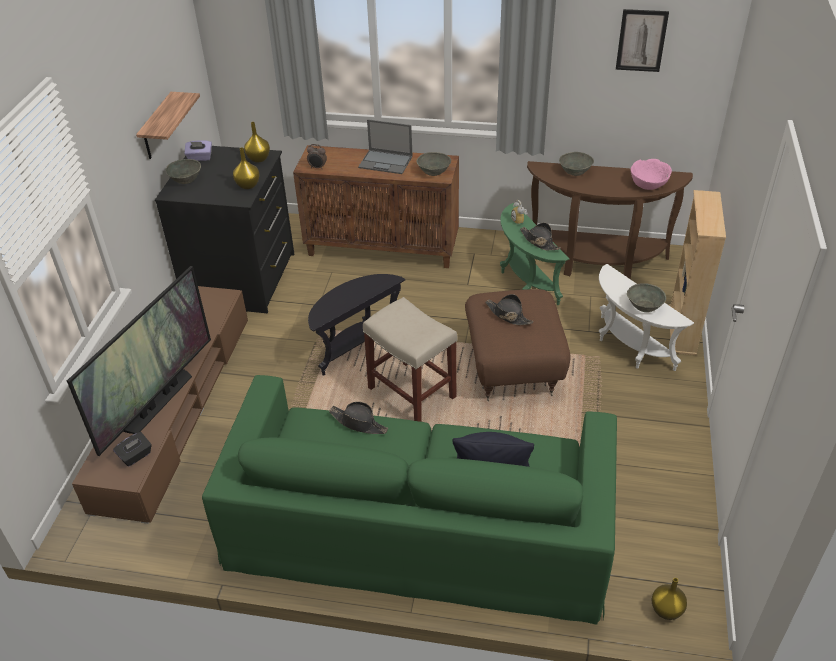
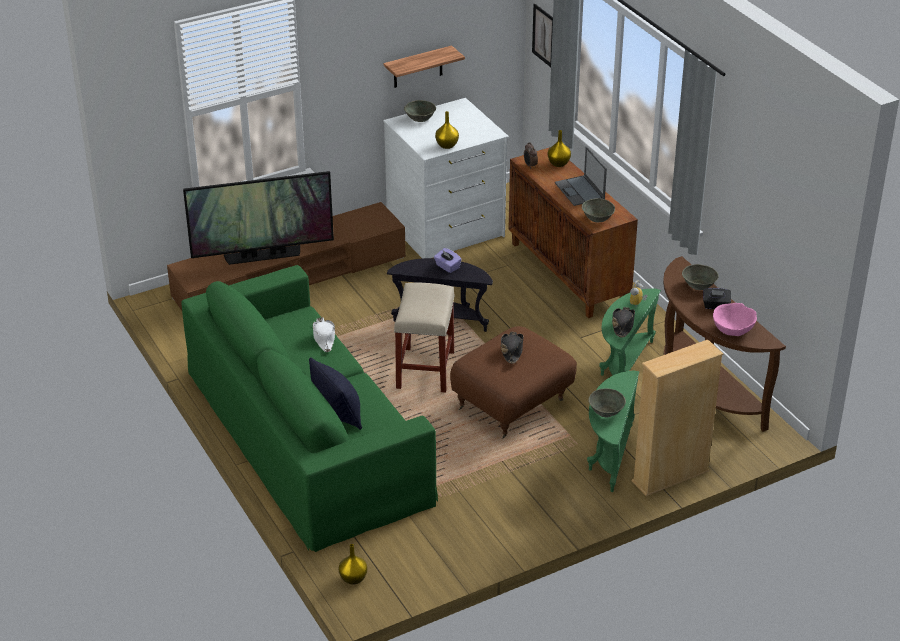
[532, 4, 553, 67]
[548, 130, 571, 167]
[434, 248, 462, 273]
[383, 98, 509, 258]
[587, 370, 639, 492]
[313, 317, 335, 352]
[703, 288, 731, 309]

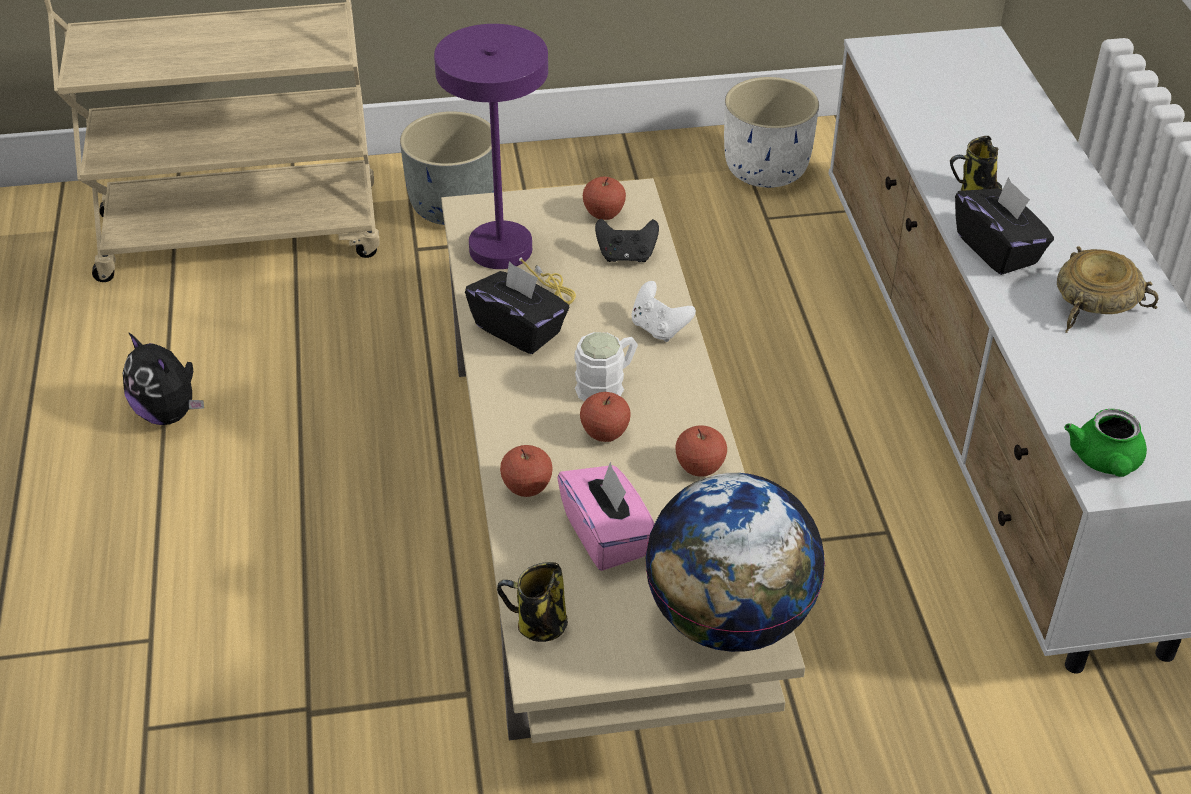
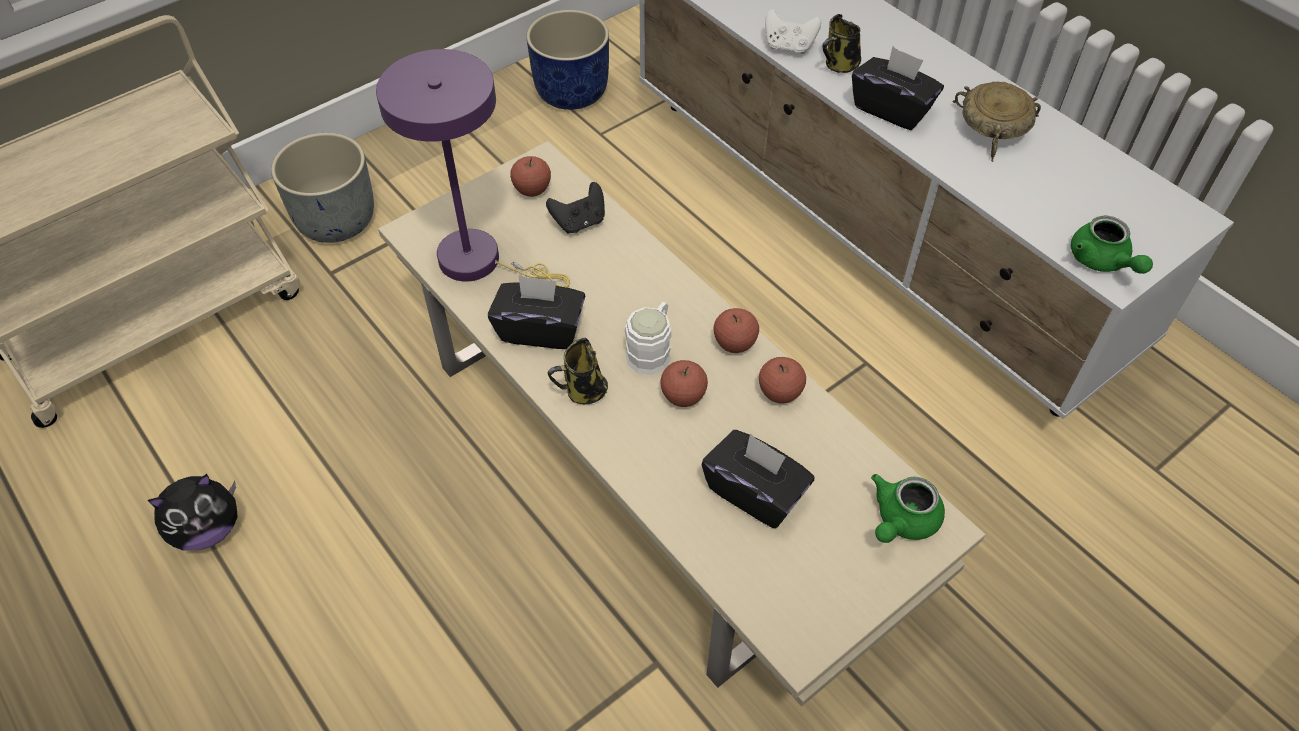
[526, 10, 609, 110]
[765, 9, 821, 54]
[148, 474, 238, 551]
[714, 308, 759, 353]
[702, 430, 814, 529]
[871, 474, 945, 543]
[547, 338, 608, 404]

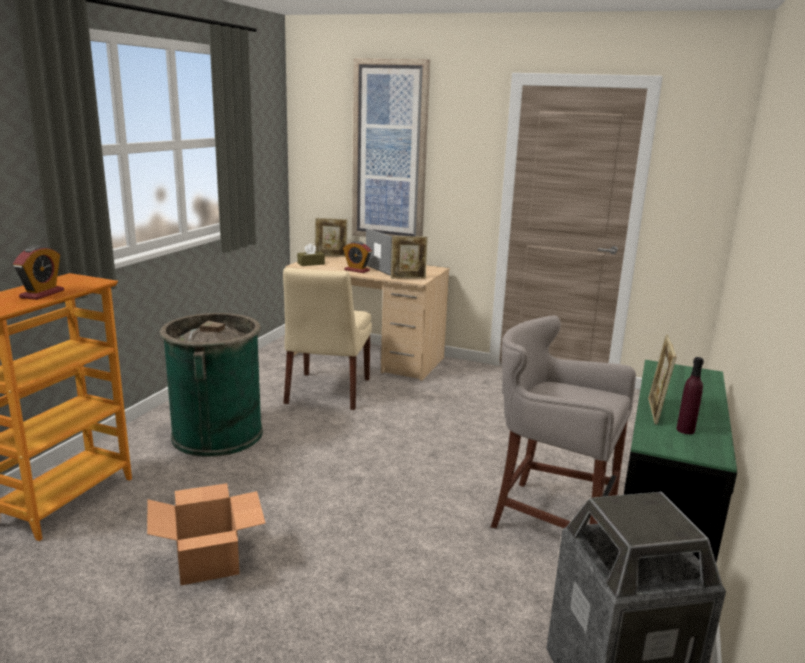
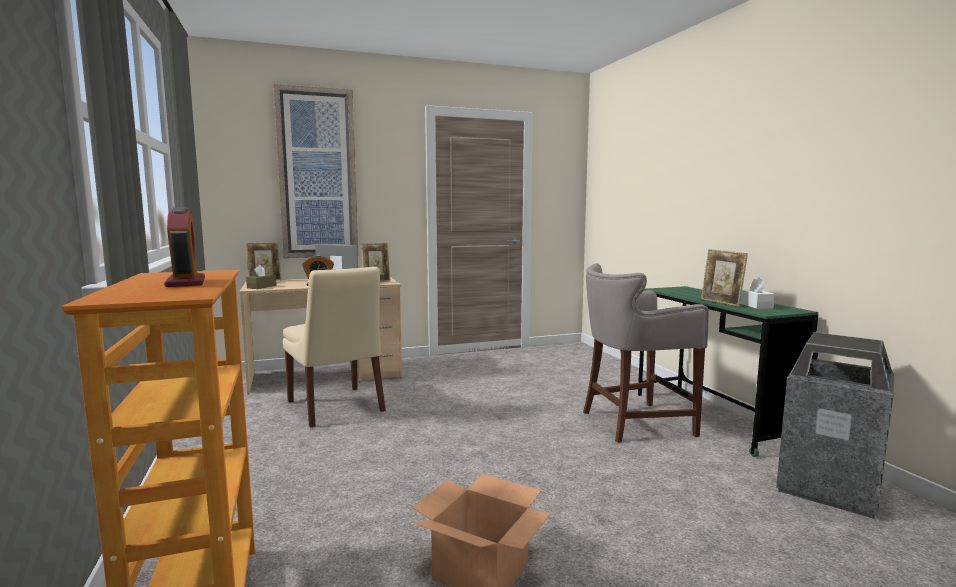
[160, 313, 263, 457] (first image)
[740, 277, 775, 309]

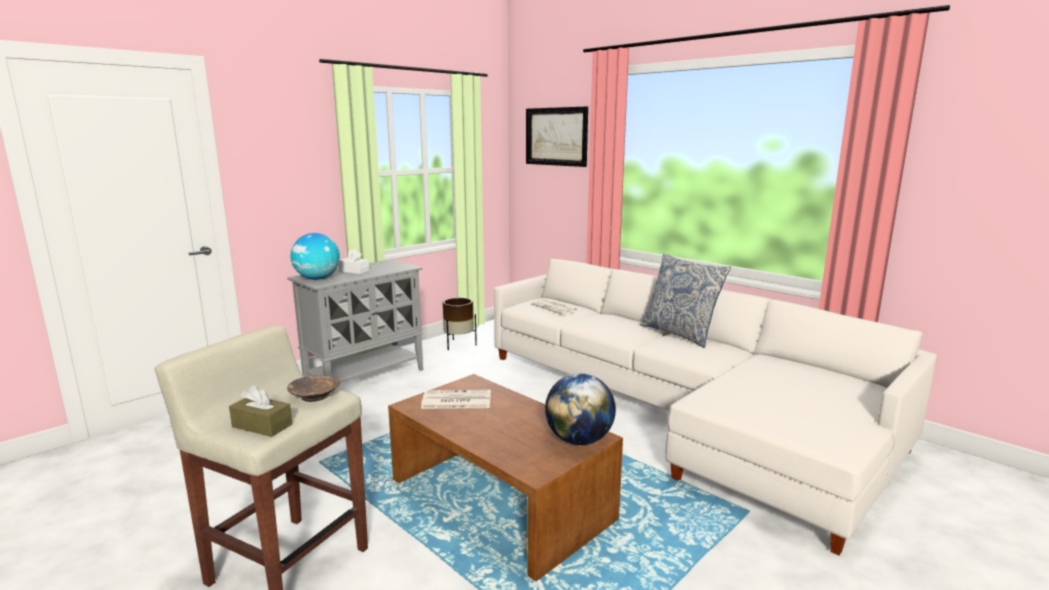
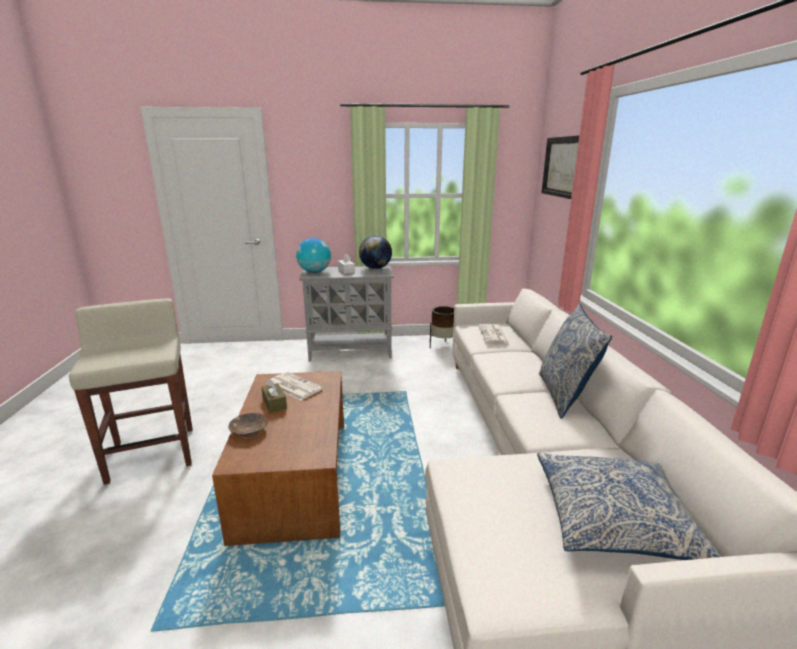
[359, 235, 392, 269]
[228, 413, 268, 437]
[261, 379, 287, 413]
[537, 453, 724, 560]

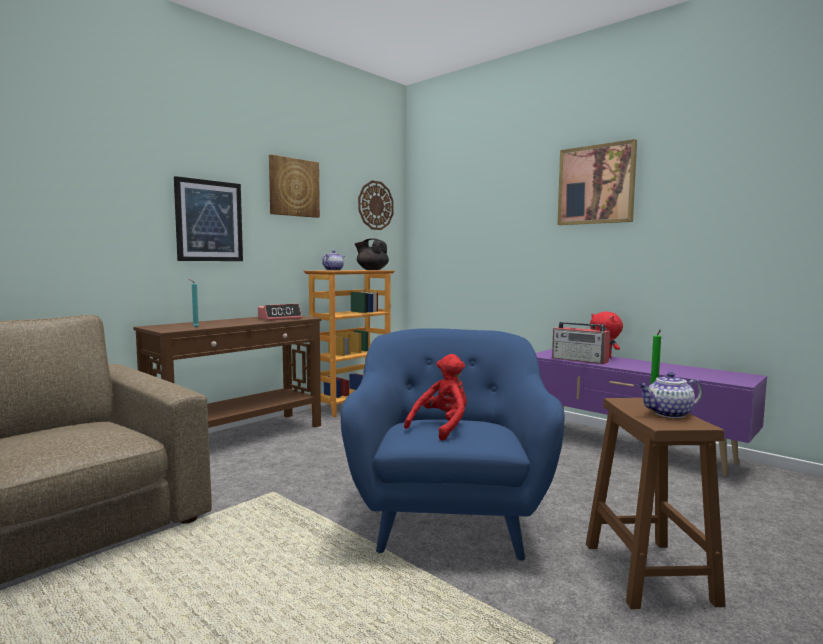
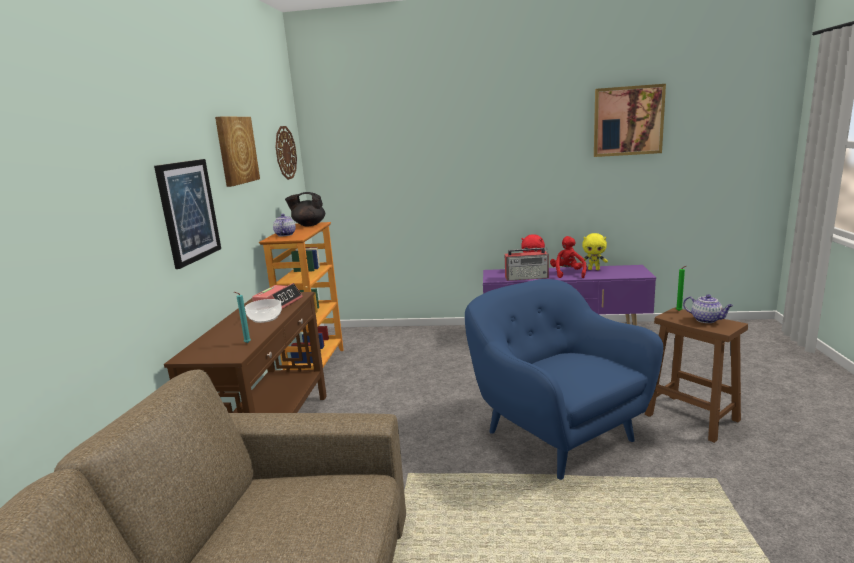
[594, 84, 666, 157]
[550, 236, 587, 278]
[683, 294, 733, 323]
[581, 233, 608, 270]
[245, 299, 282, 323]

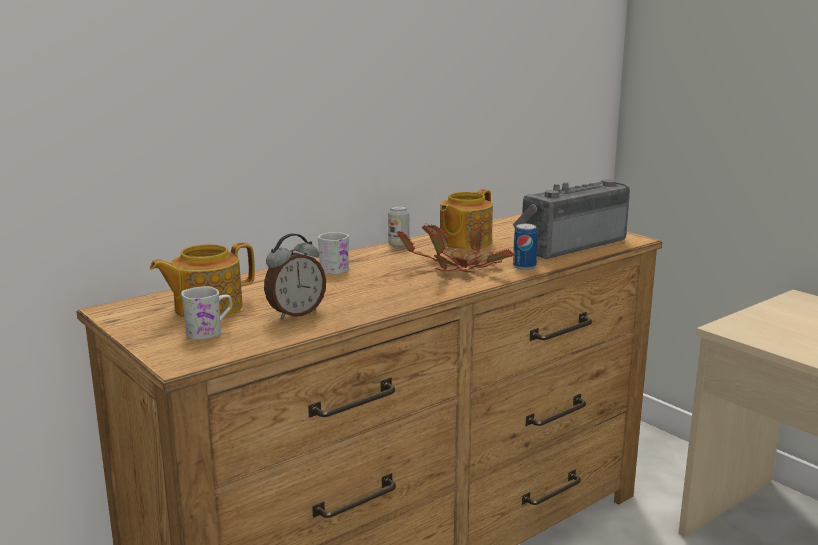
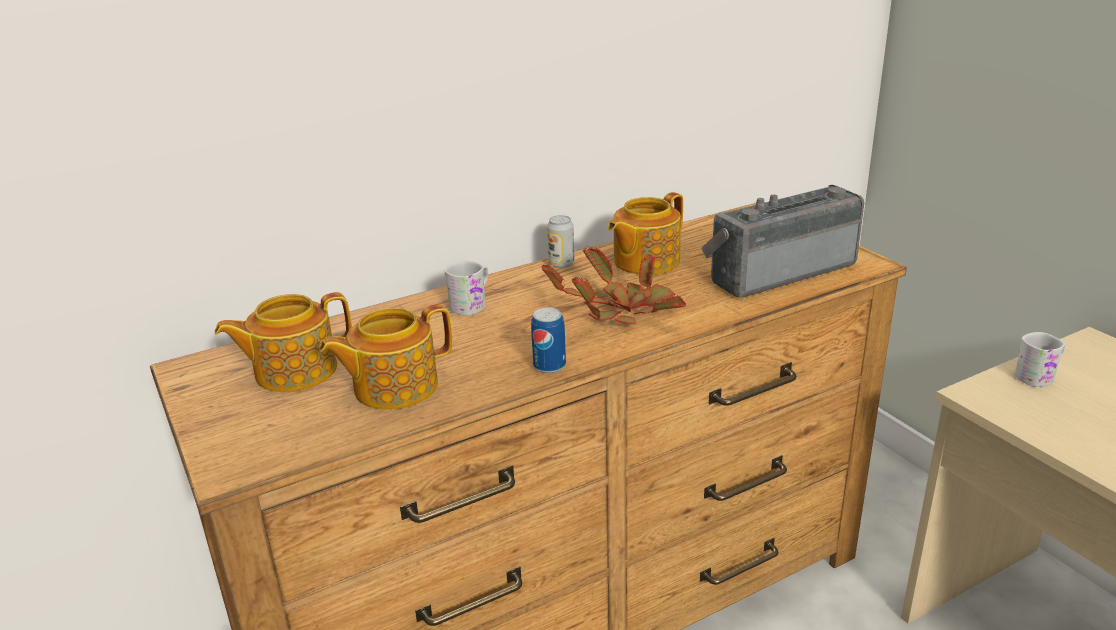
[531, 307, 566, 373]
[319, 304, 452, 410]
[1014, 332, 1065, 387]

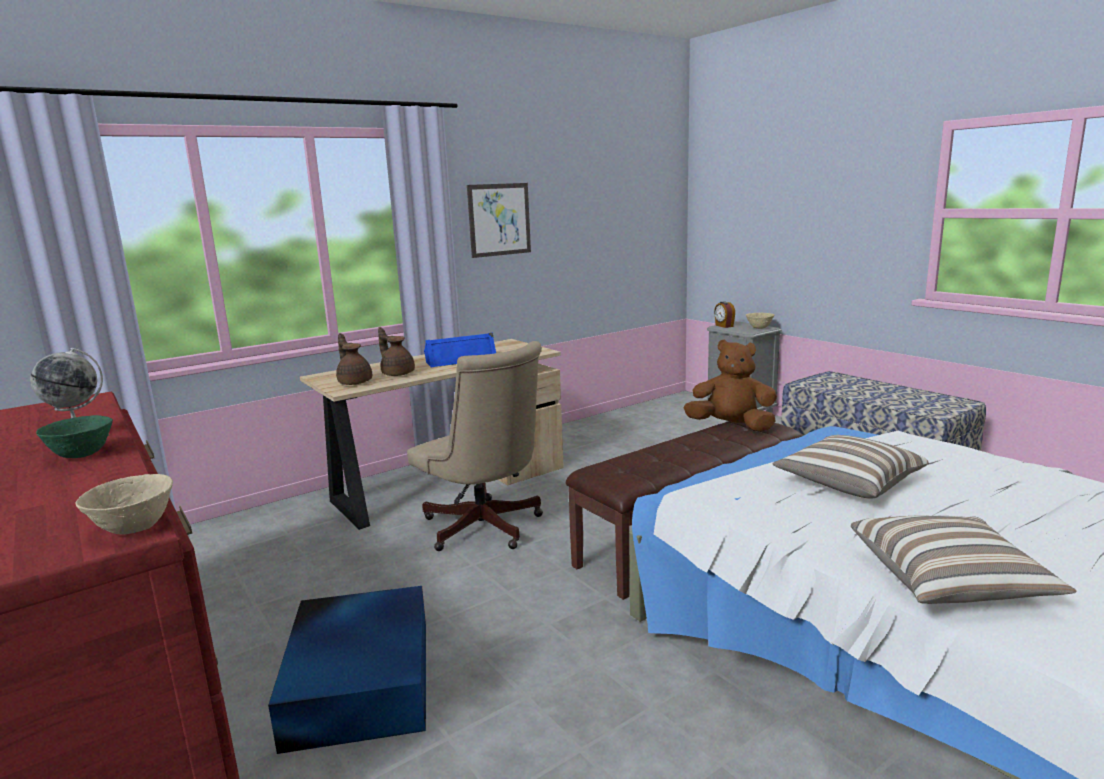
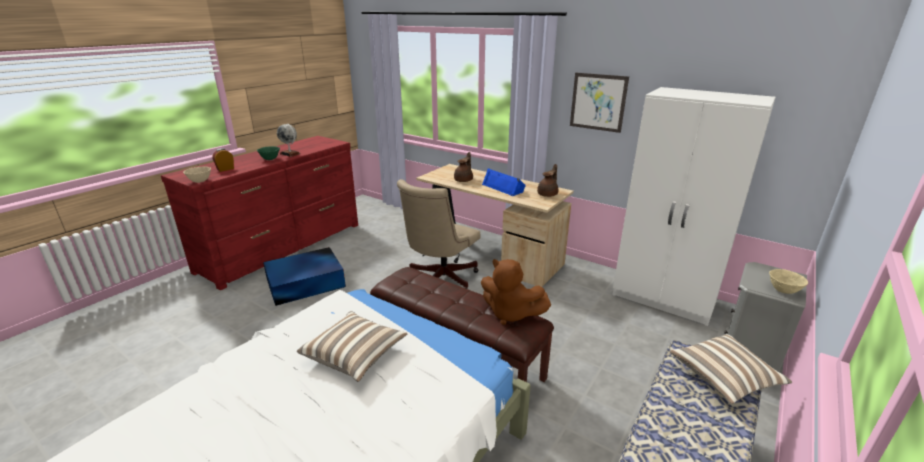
[213, 148, 234, 172]
[537, 164, 559, 197]
[481, 259, 551, 325]
[670, 334, 792, 404]
[612, 87, 776, 326]

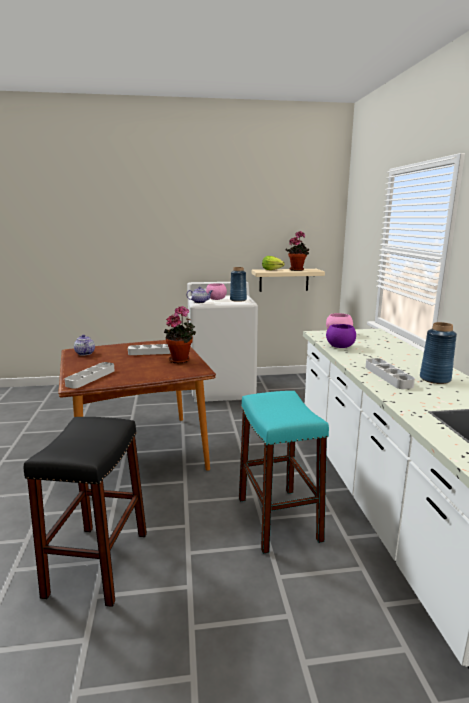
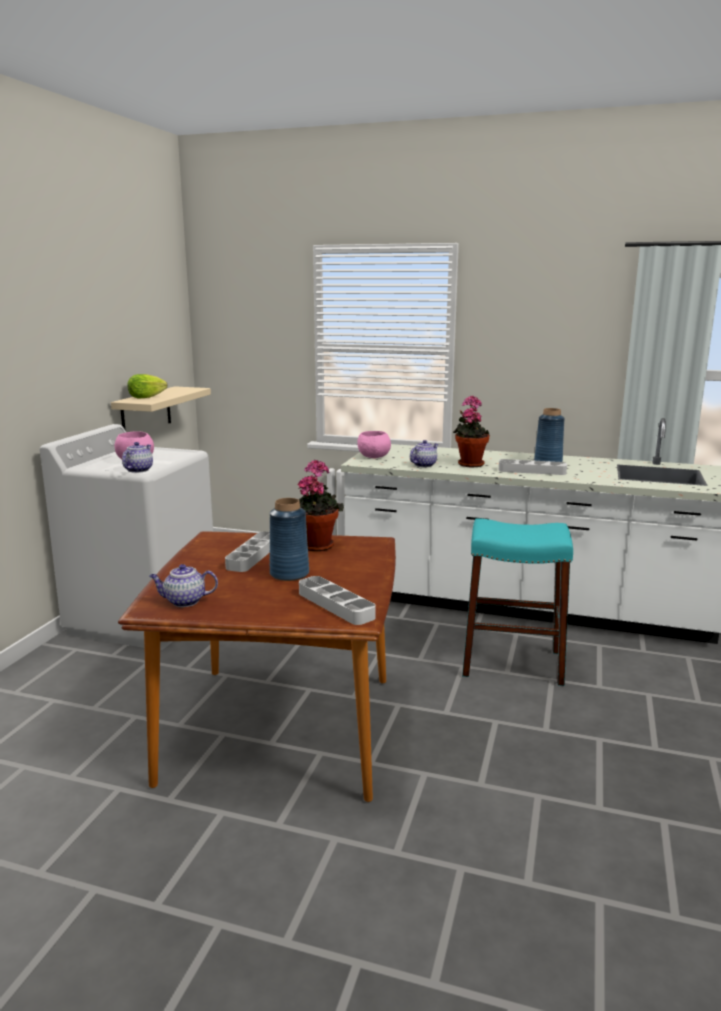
[453, 396, 490, 467]
[270, 498, 309, 581]
[410, 440, 438, 467]
[24, 417, 147, 607] (first image)

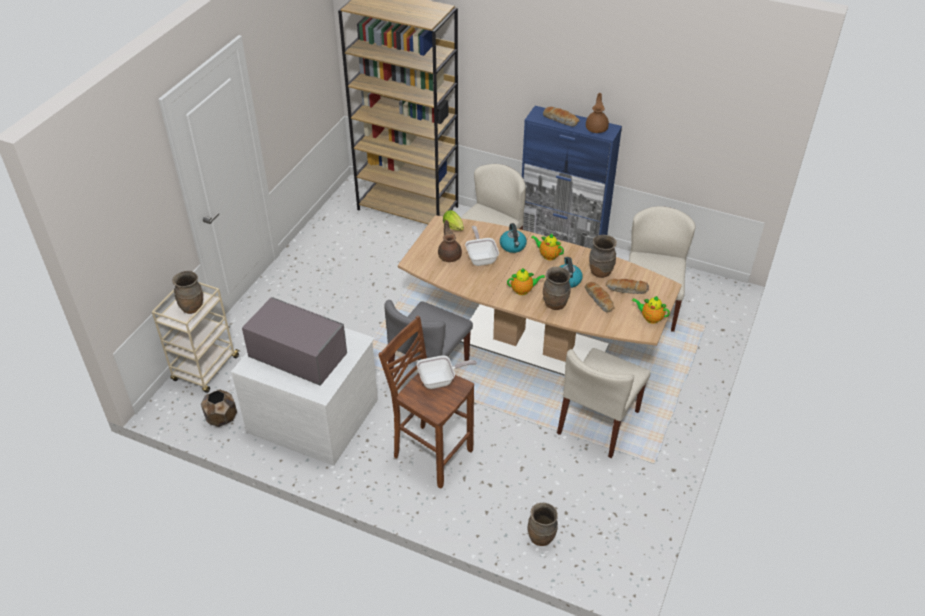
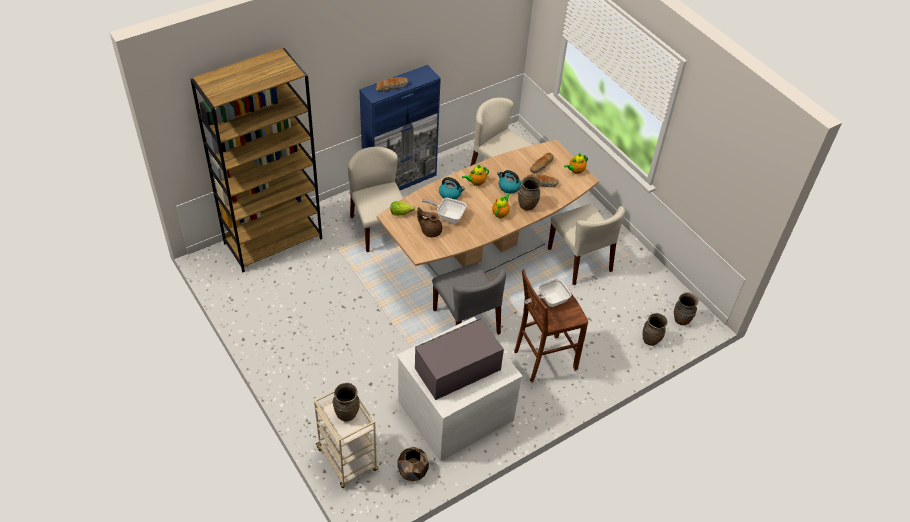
[586, 93, 609, 133] (first image)
[674, 292, 699, 325]
[525, 279, 572, 307]

